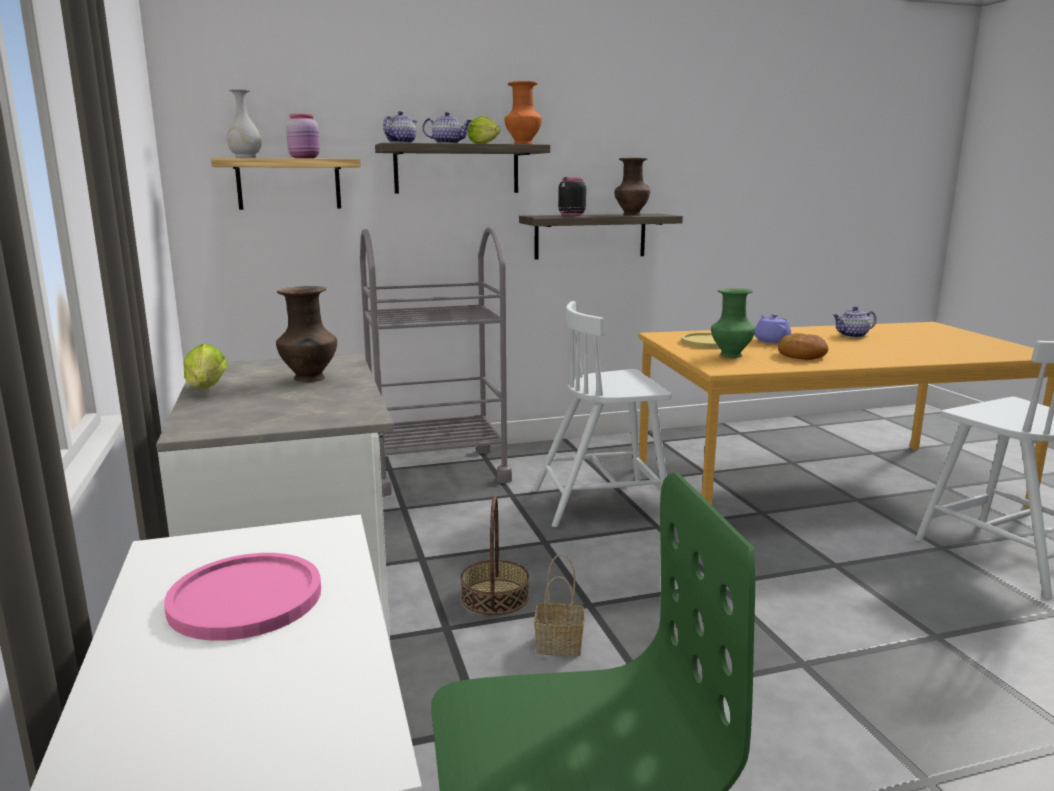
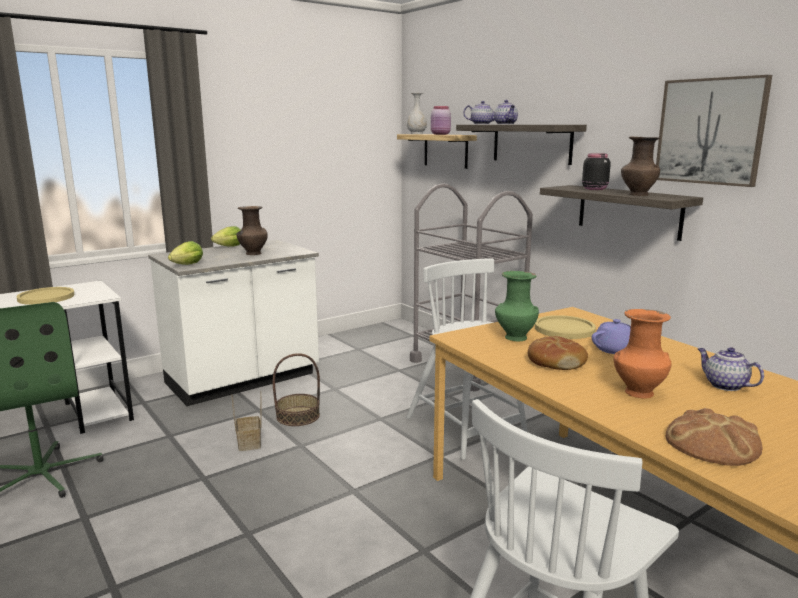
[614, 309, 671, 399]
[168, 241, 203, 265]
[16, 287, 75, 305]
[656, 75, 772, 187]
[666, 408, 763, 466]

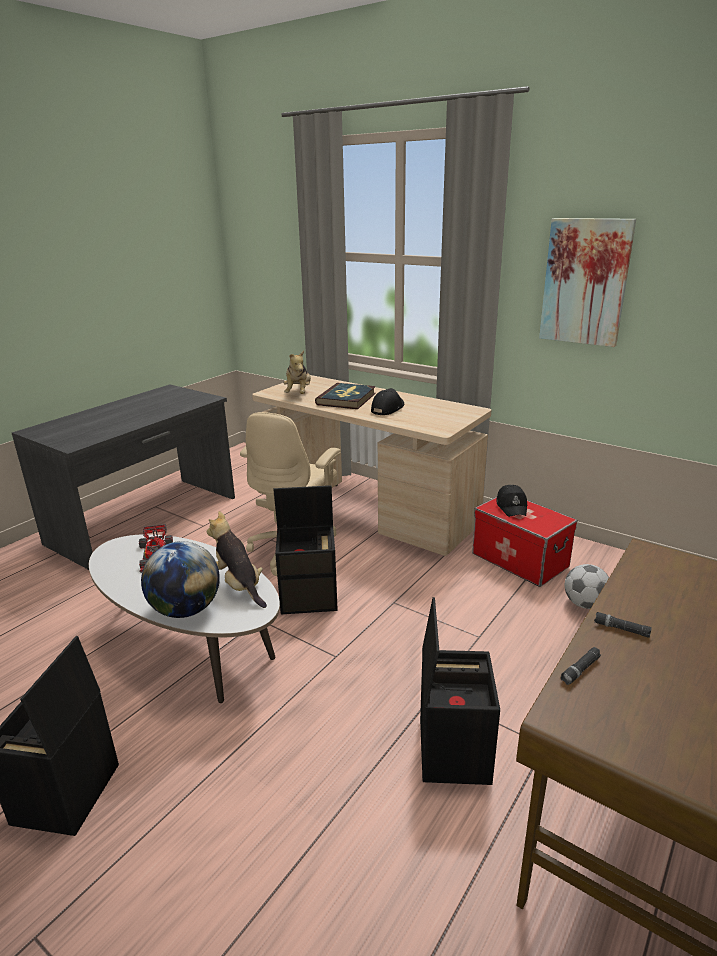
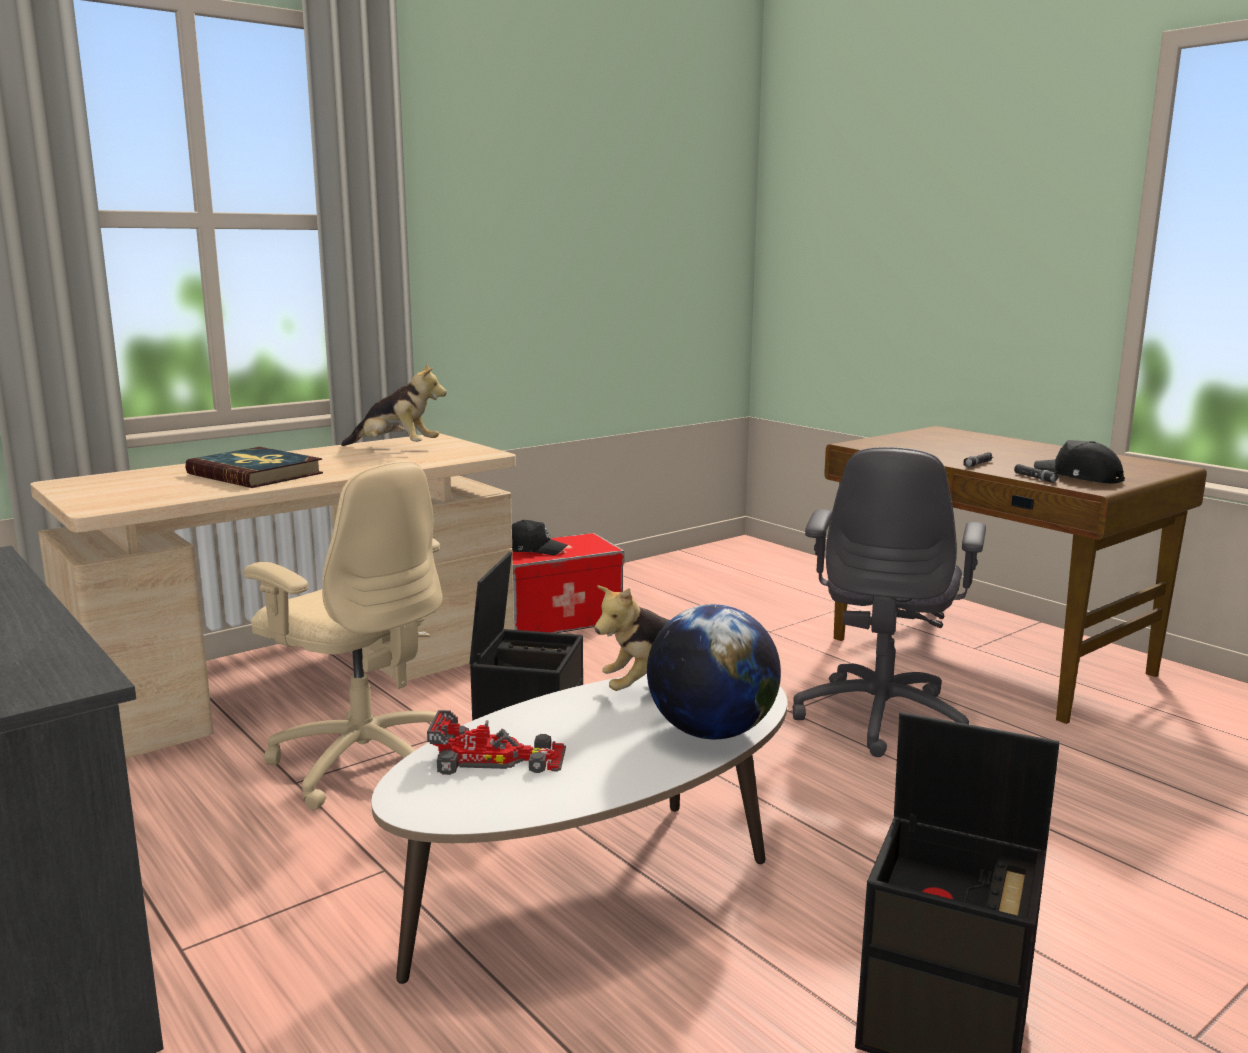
[539, 218, 636, 347] (first image)
[341, 363, 447, 446]
[1034, 440, 1125, 483]
[565, 564, 609, 609] (first image)
[792, 447, 986, 757]

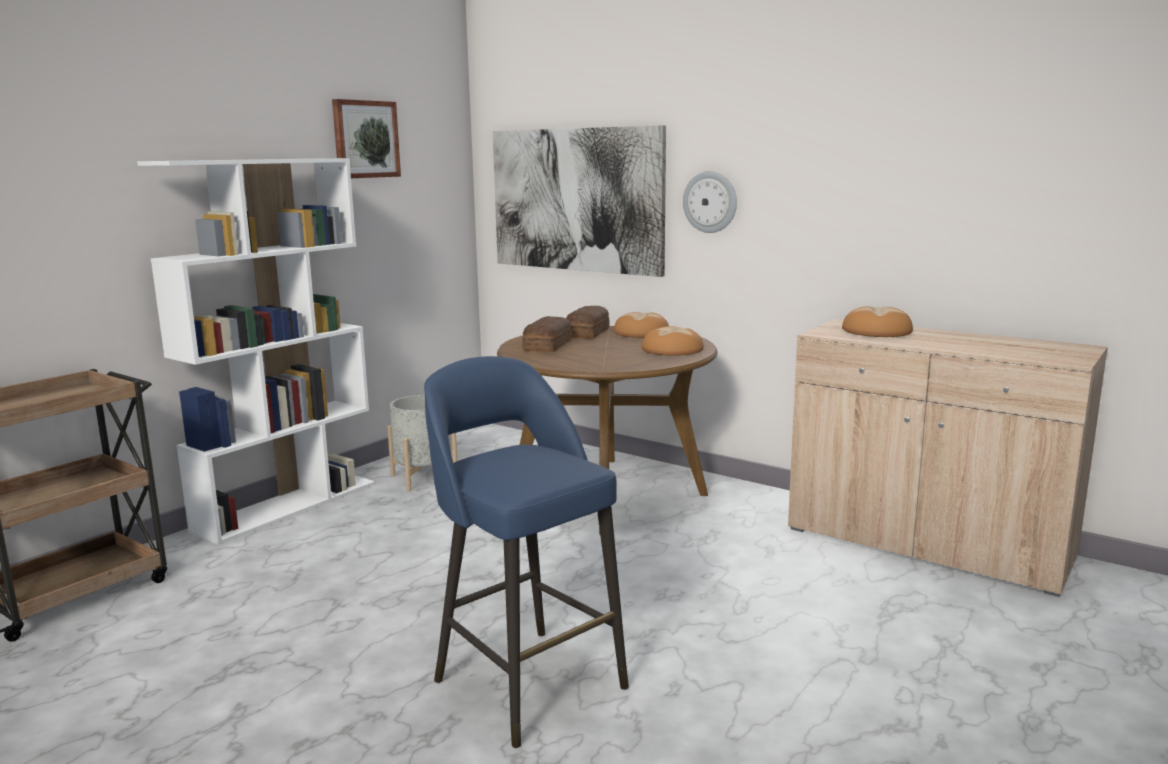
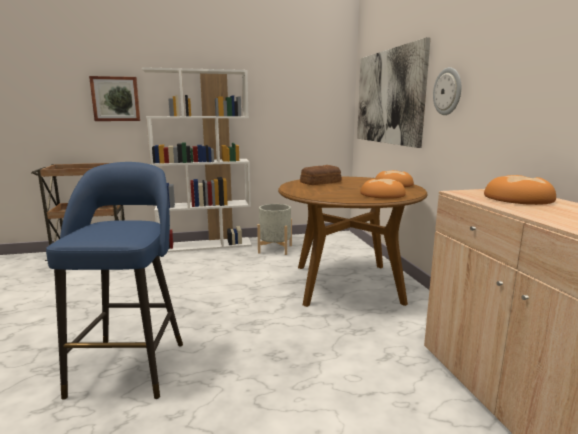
[89, 76, 140, 121]
[566, 306, 610, 339] (first image)

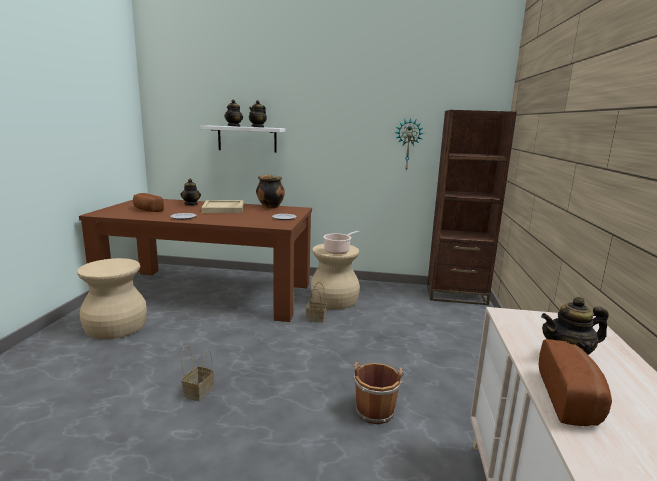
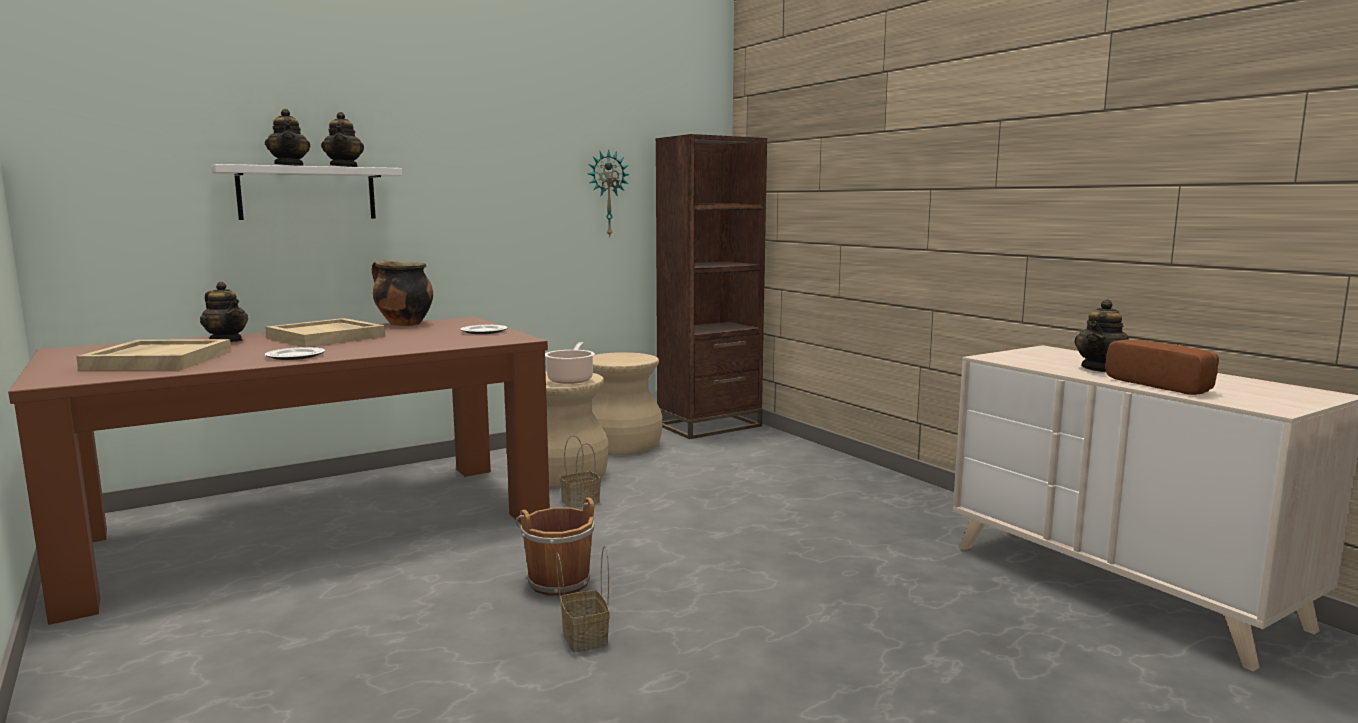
[76, 339, 231, 371]
[592, 352, 663, 455]
[516, 497, 595, 596]

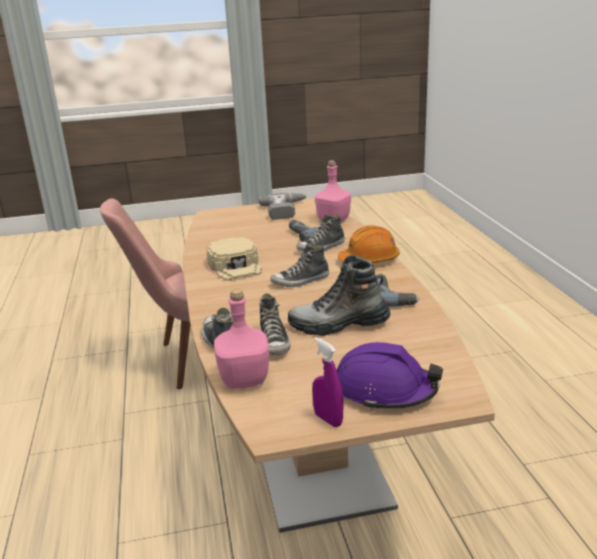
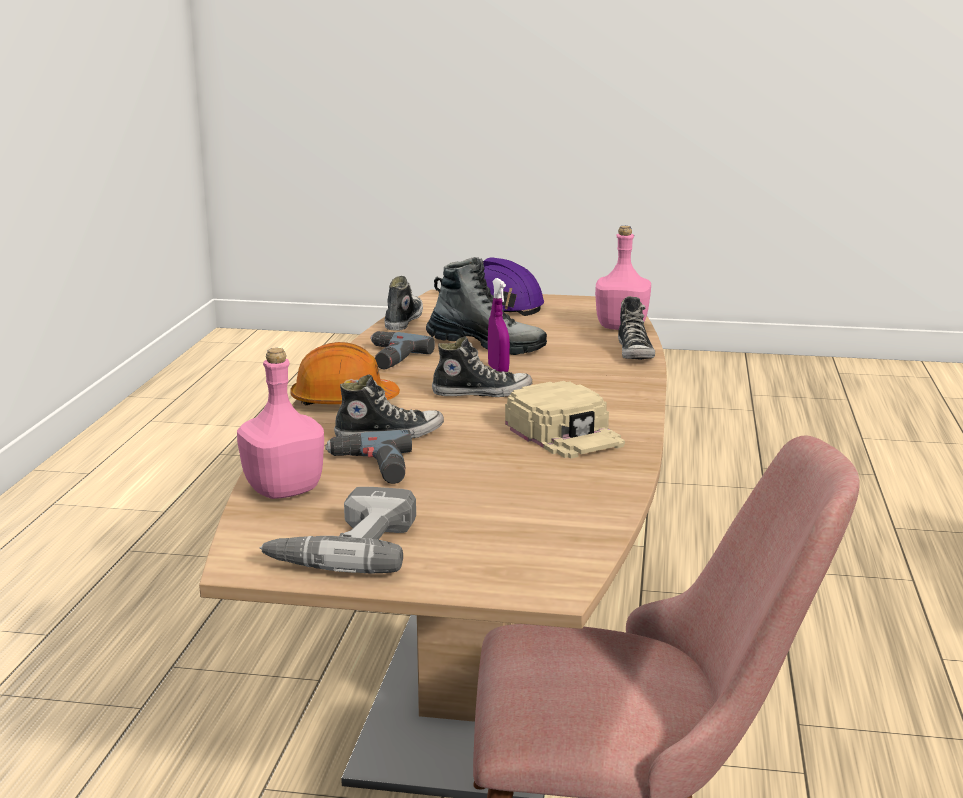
[505, 381, 625, 459]
[384, 276, 423, 331]
[488, 278, 510, 372]

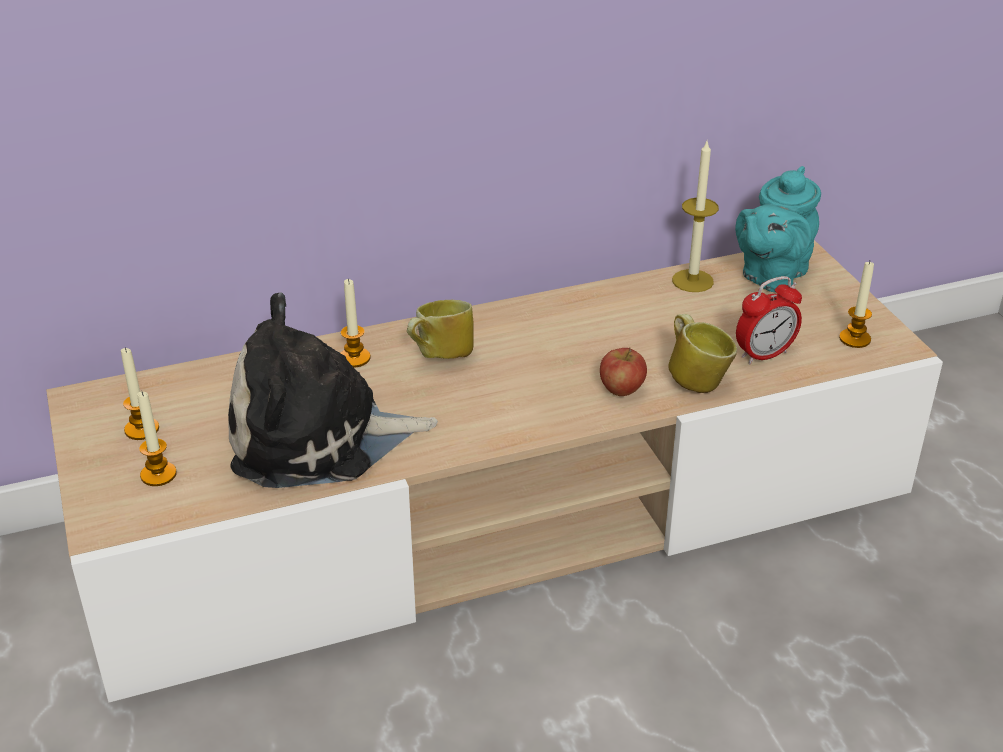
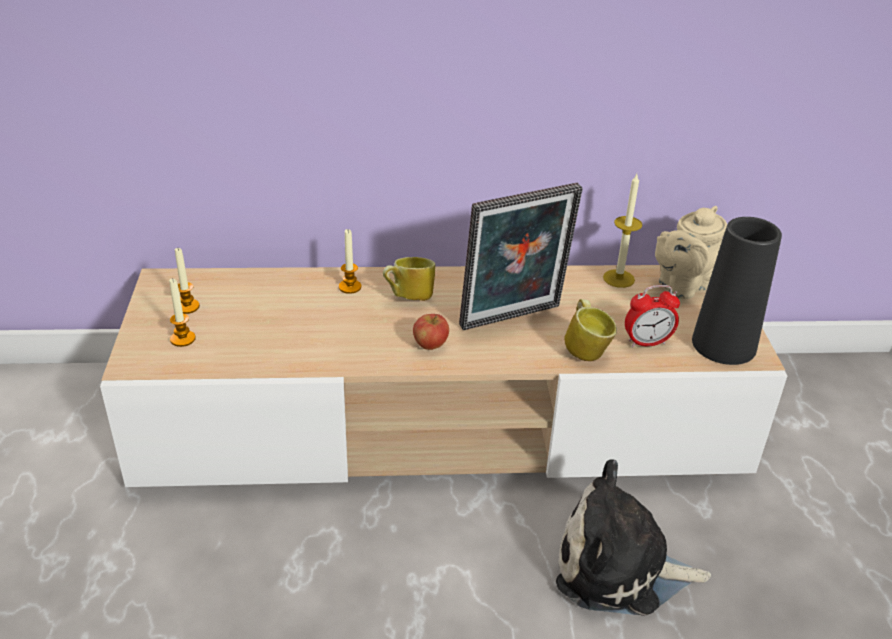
[655, 206, 727, 299]
[692, 217, 782, 365]
[556, 459, 711, 616]
[413, 314, 449, 350]
[459, 183, 583, 330]

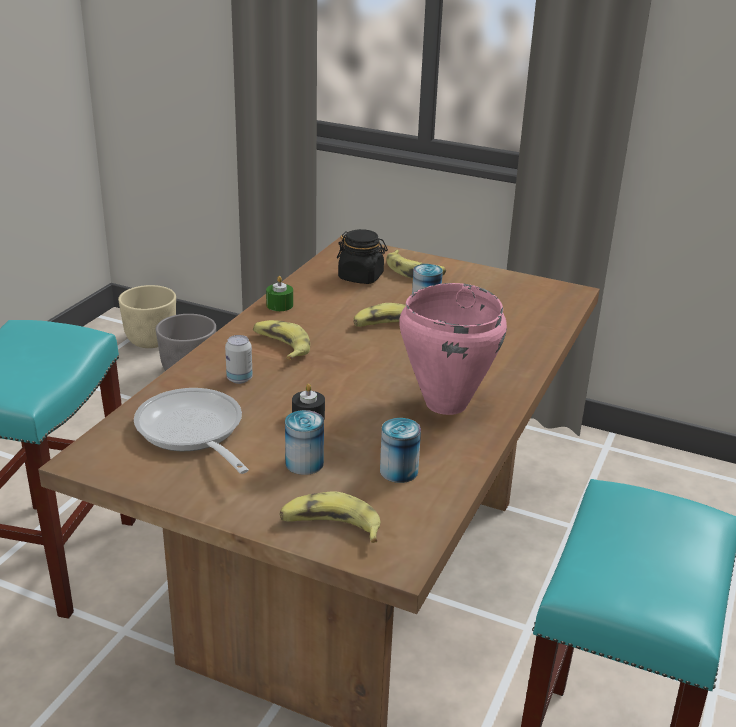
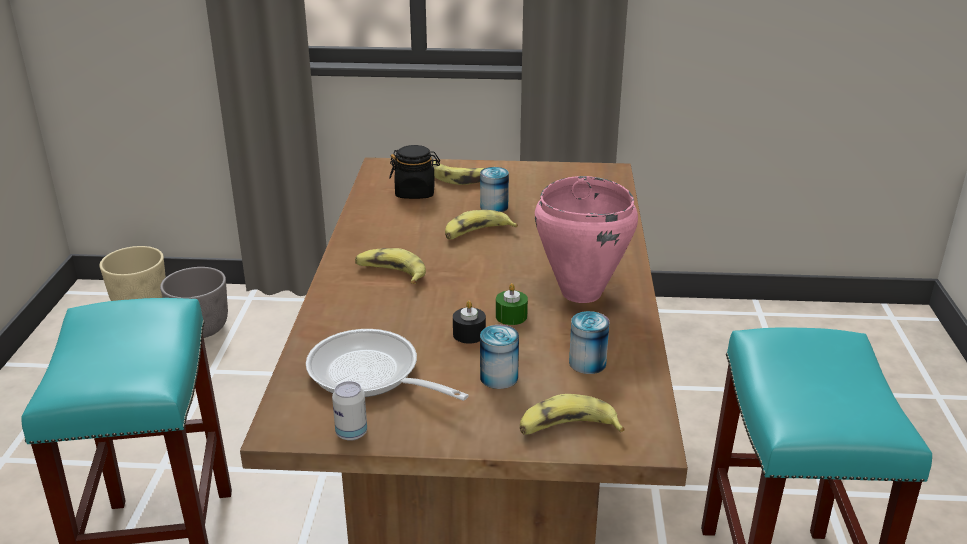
[496, 283, 528, 325]
[332, 381, 367, 441]

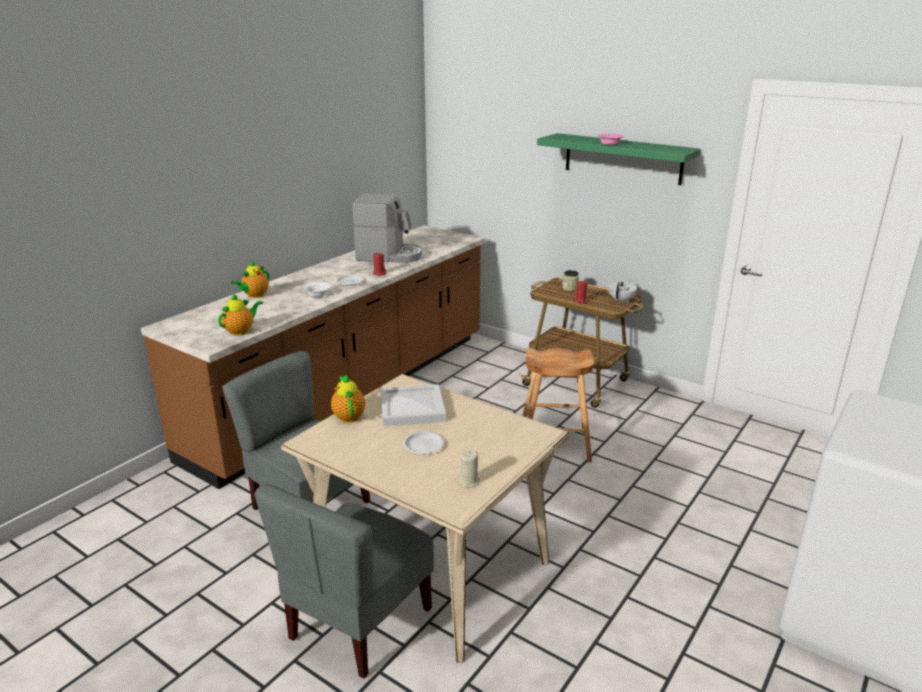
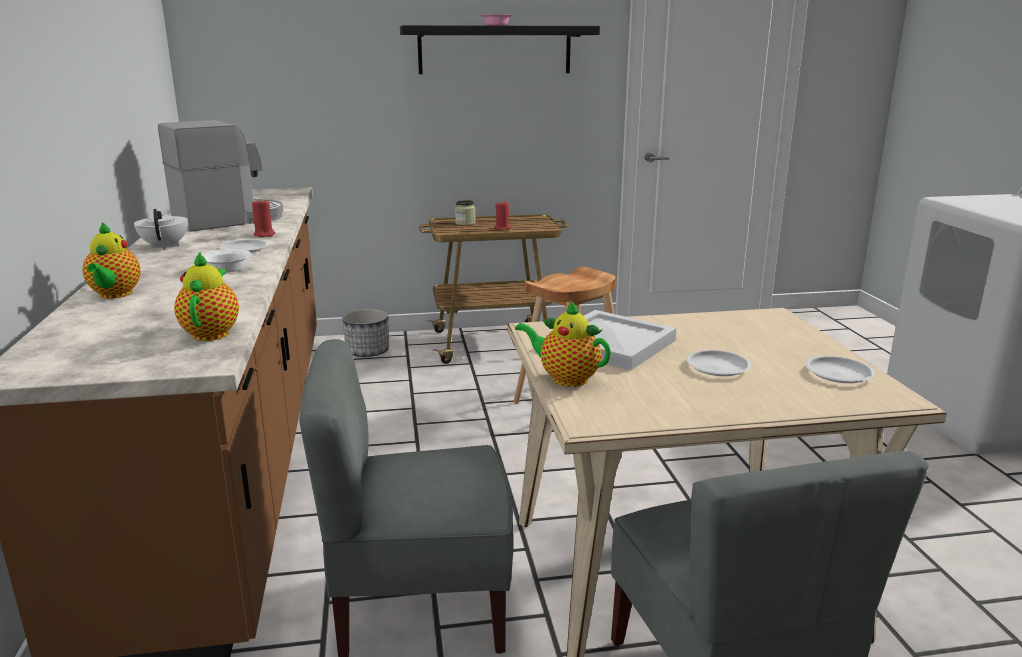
[400, 25, 600, 74]
[134, 209, 188, 250]
[805, 356, 875, 383]
[342, 309, 389, 357]

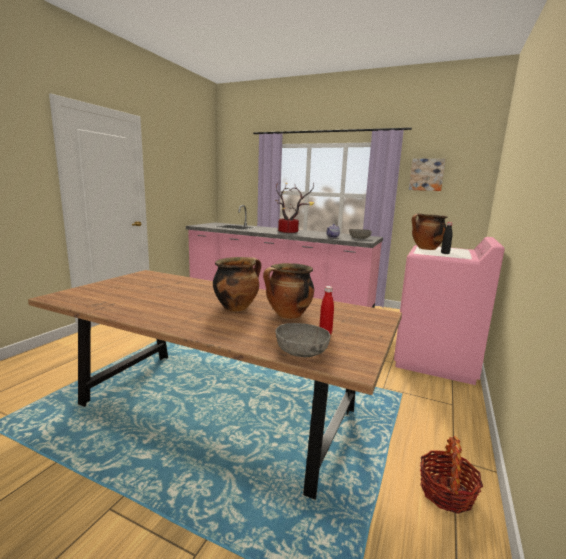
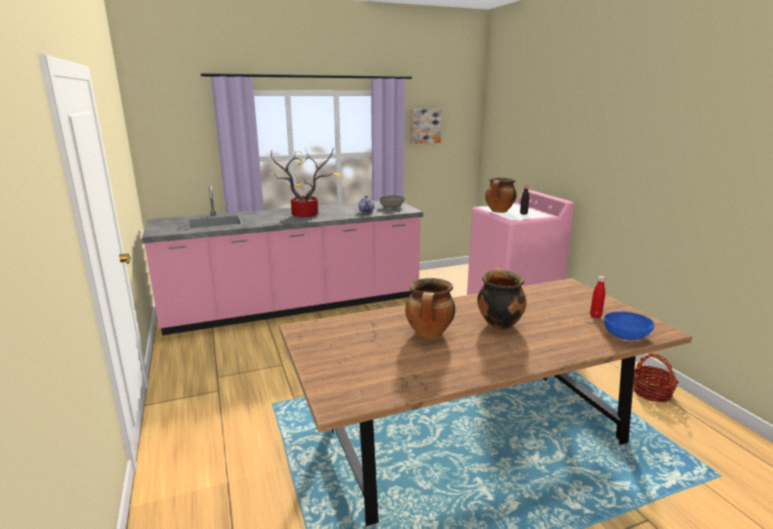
[405, 278, 455, 339]
[604, 311, 655, 340]

